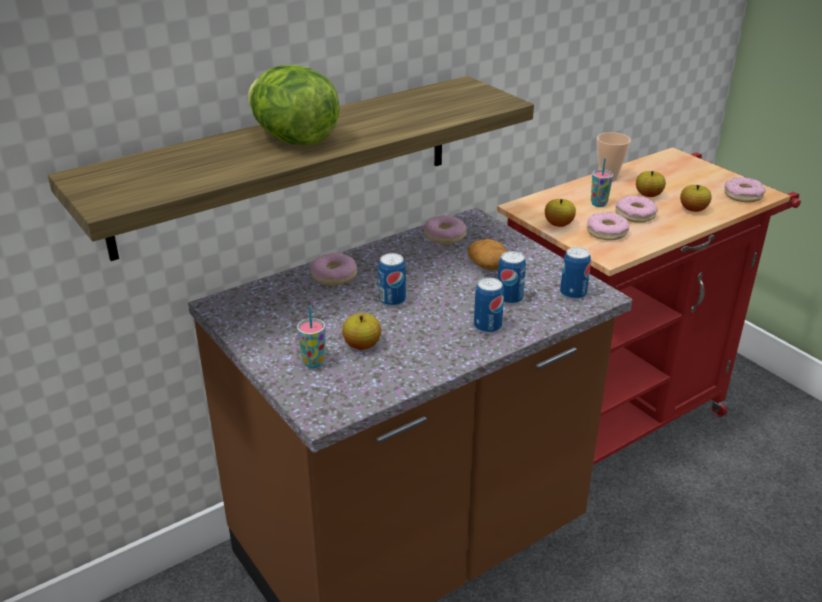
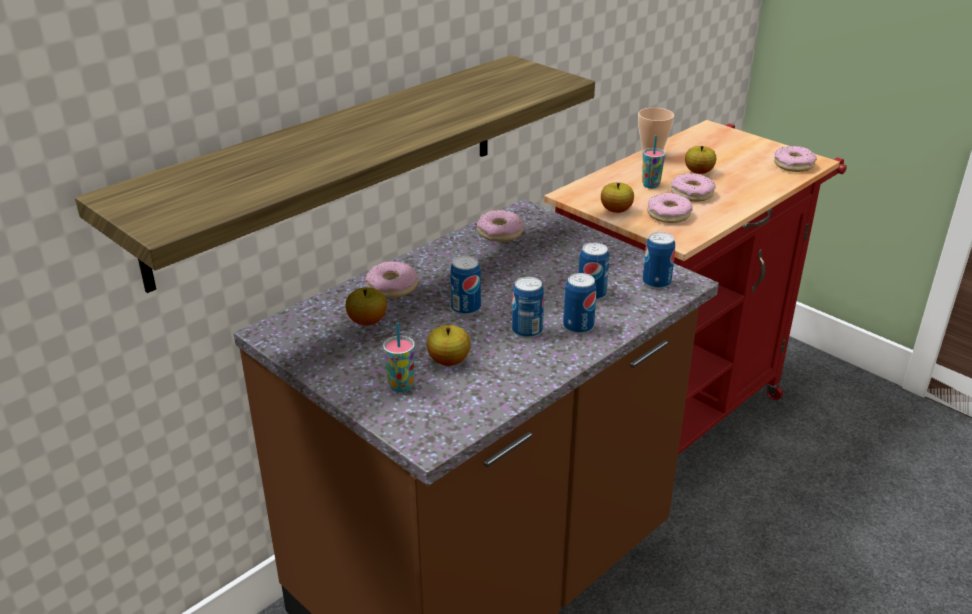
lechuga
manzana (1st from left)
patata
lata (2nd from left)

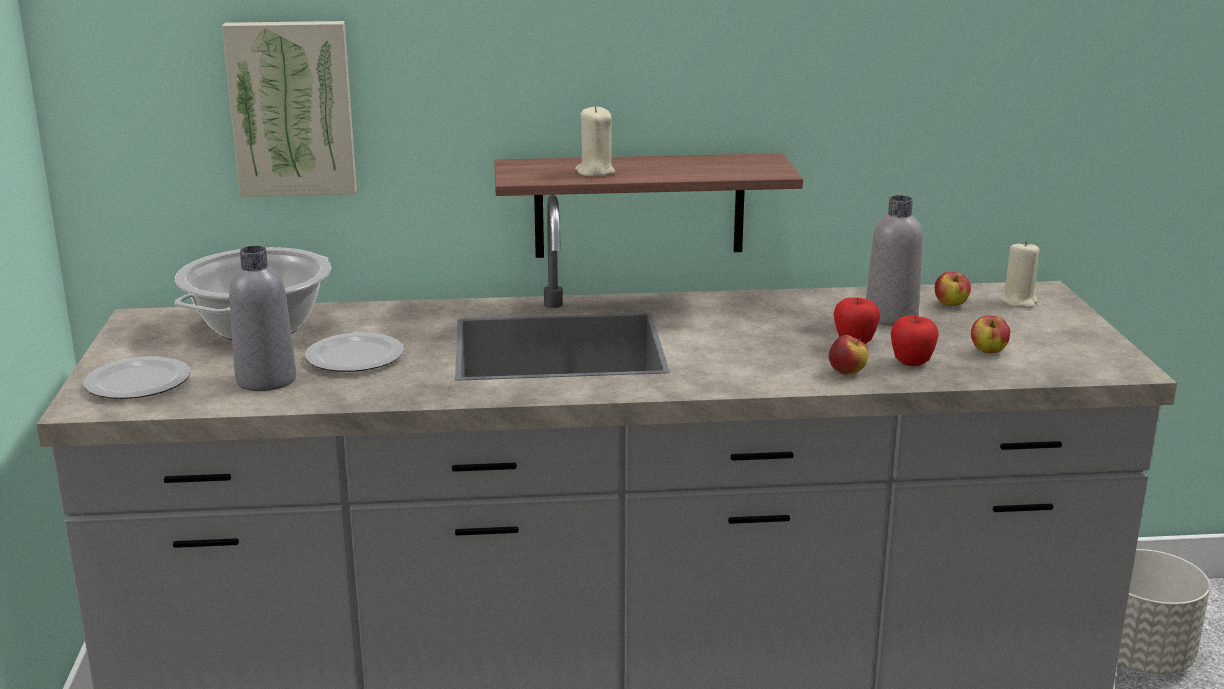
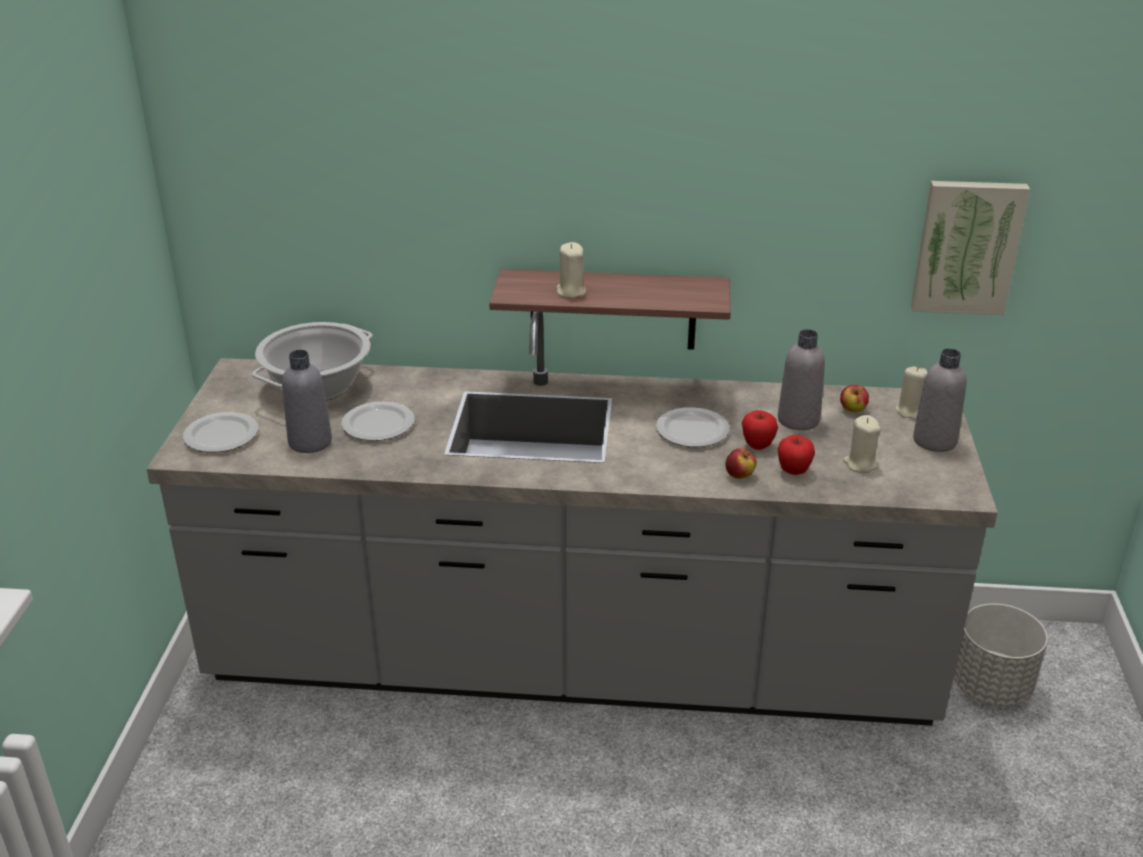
cuadro
vela [beis] (2nd from left)
botella [gris] (3rd from left)
plato (3rd from left)

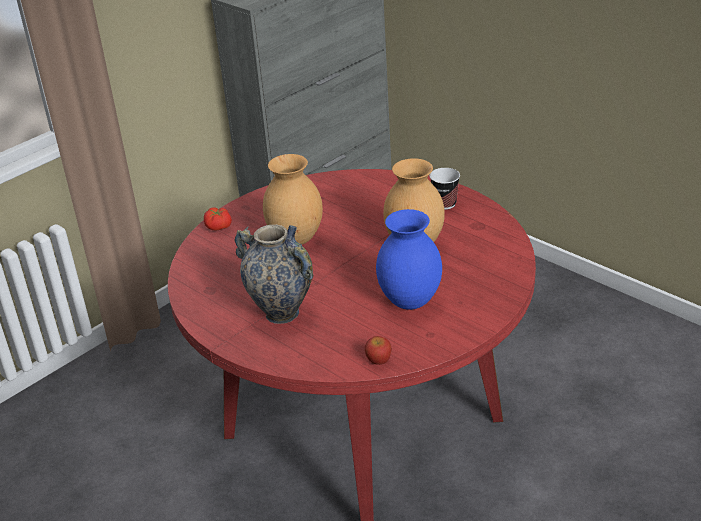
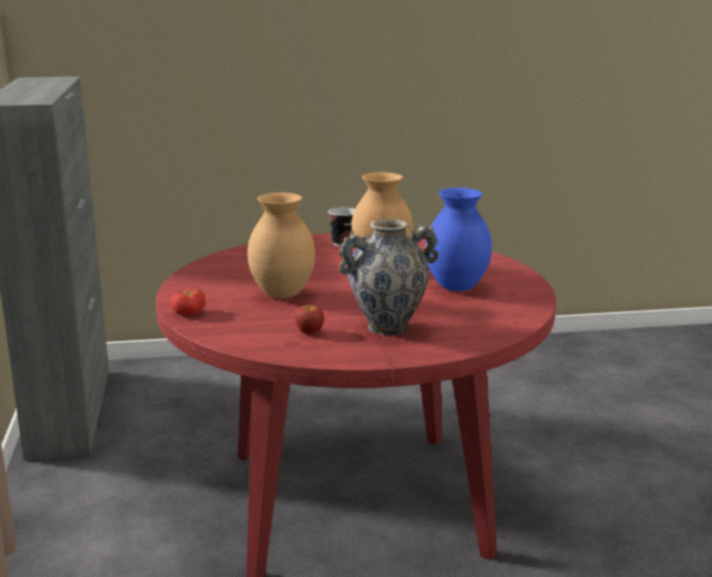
manzana

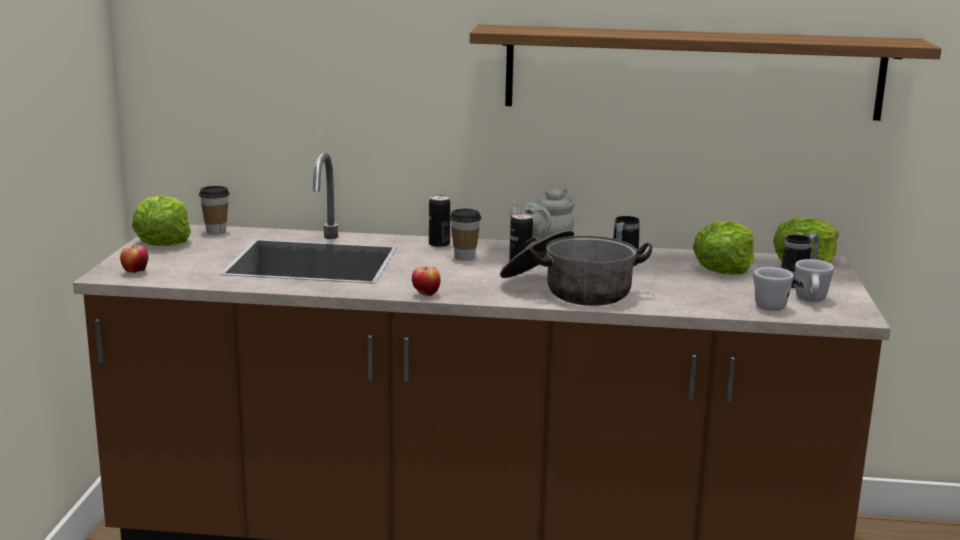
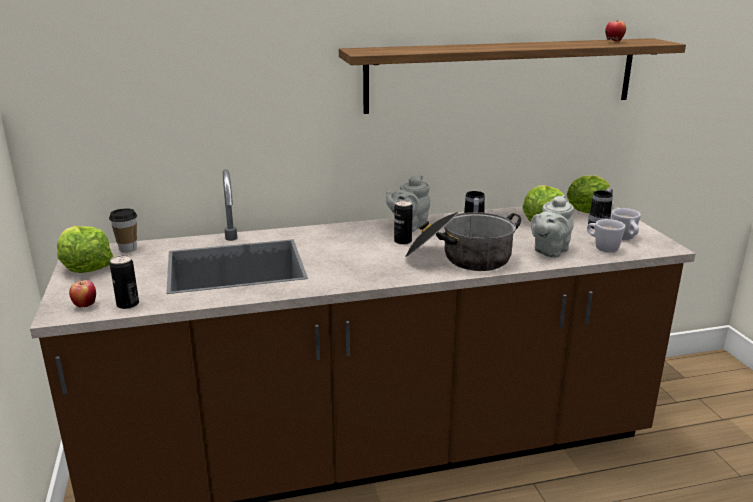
lata (1st from left)
taza (2nd from left in the first image)
manzana (2nd from left)
tetera [gris] (2nd from left)

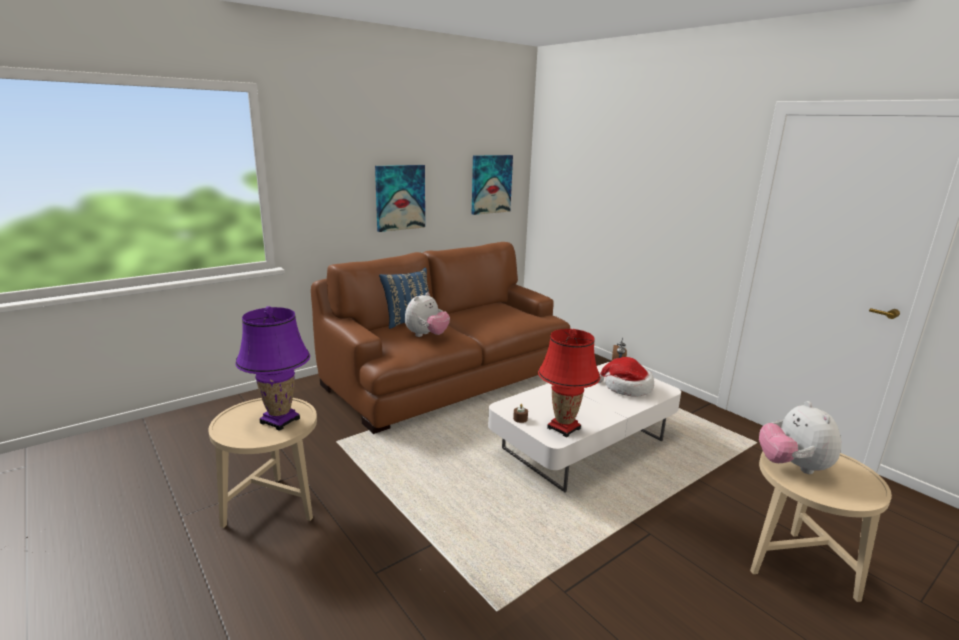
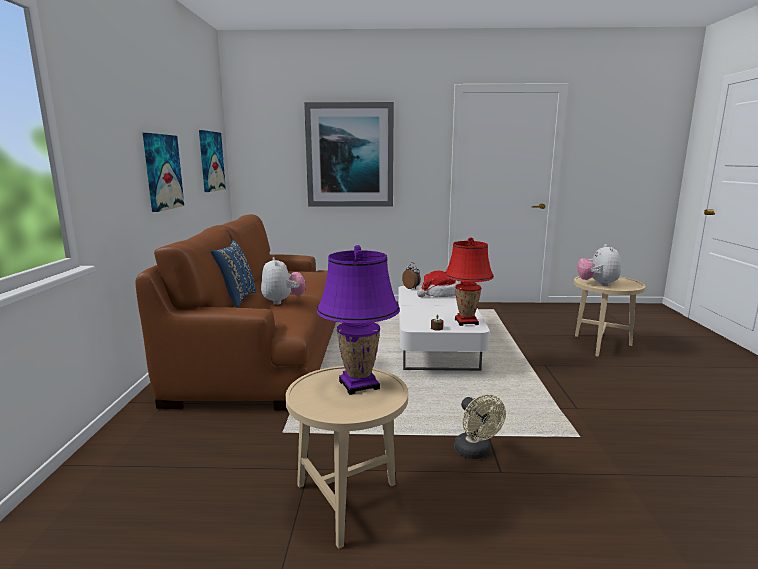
peluche (2nd from left)
cuadro (3rd from left)
ventilador [beis]

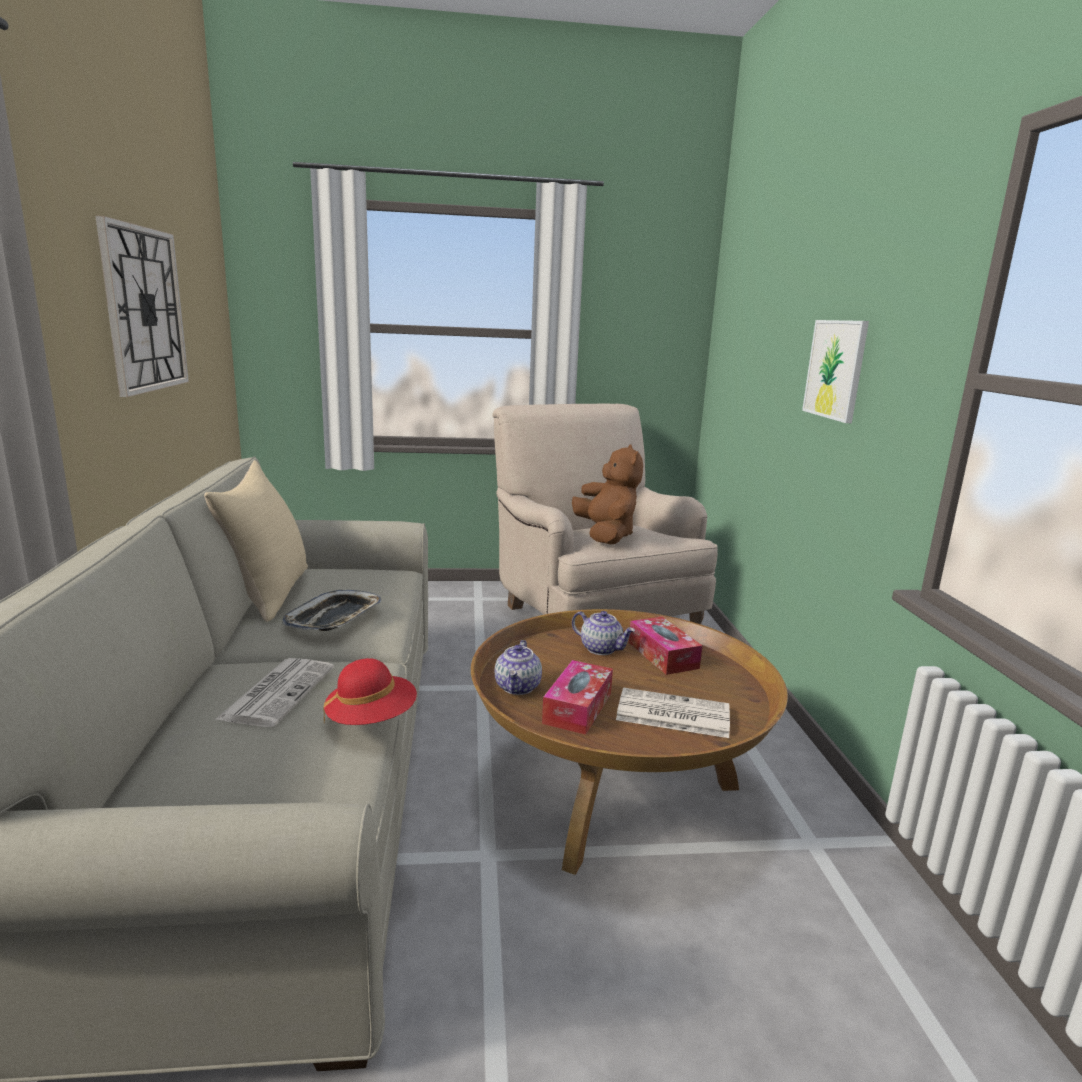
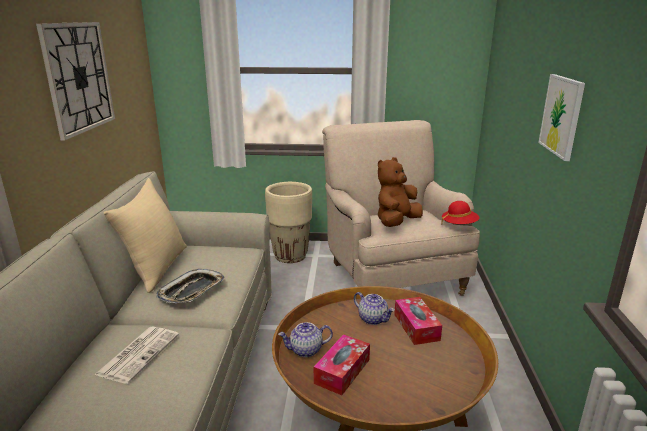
peluche [marrón]
tetera (1st from left)
sombrero [rojo]
periódico (2nd from left in the first image)
maceta [beis]

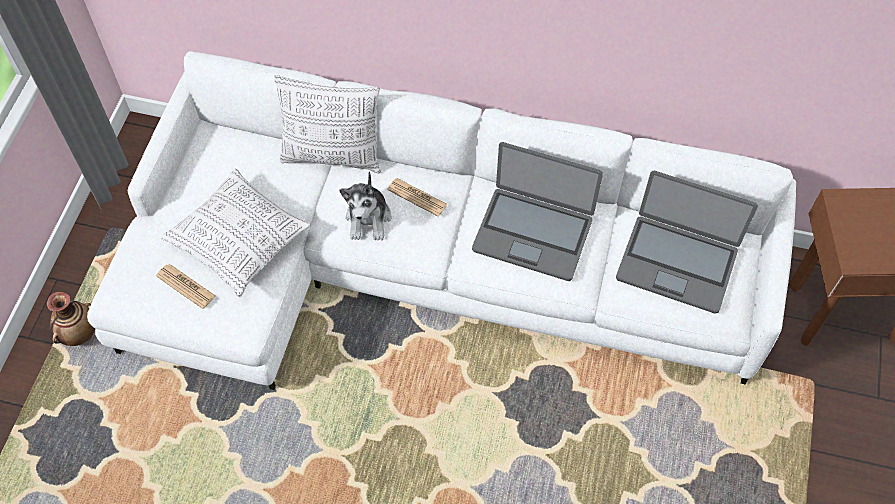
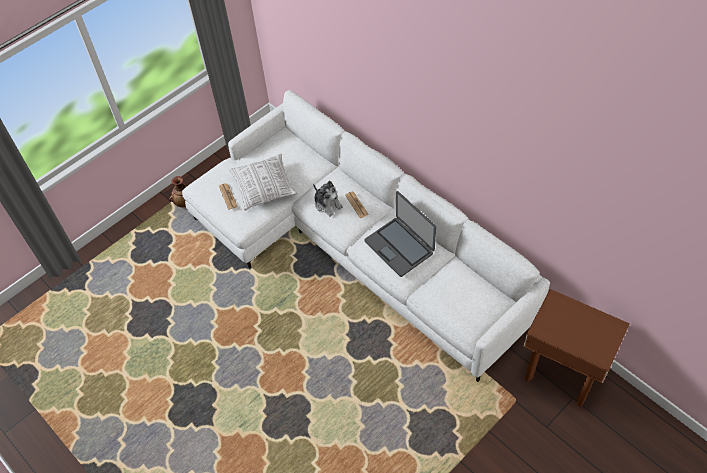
cojín (2nd from left in the first image)
portátil (2nd from left in the first image)
peluche

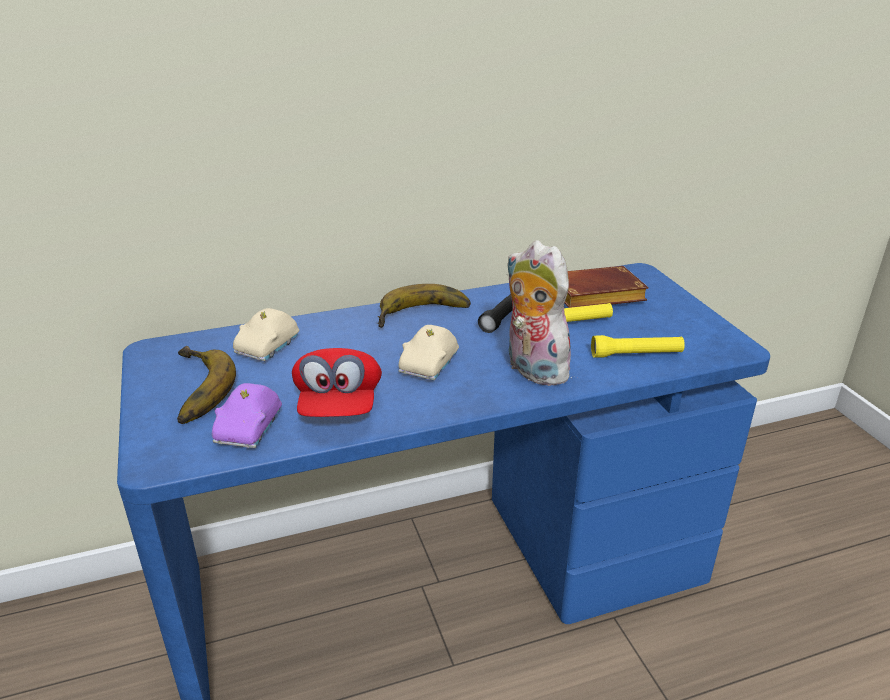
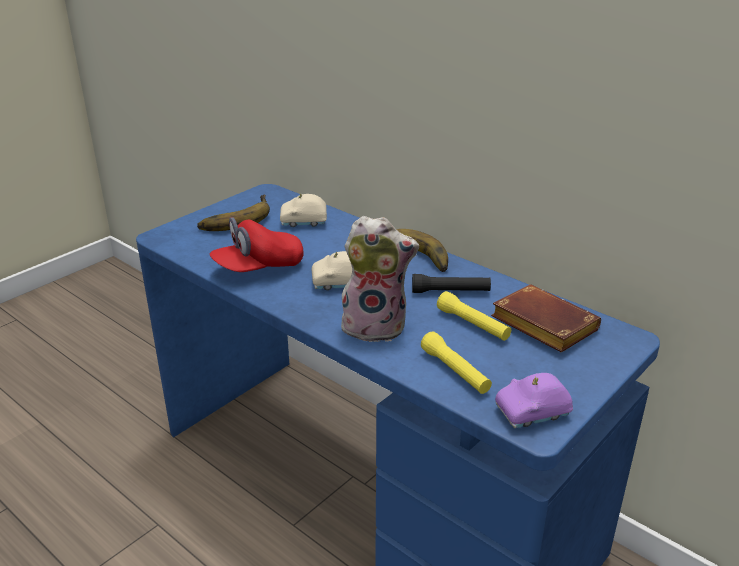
peluche
coche de juguete [morado]

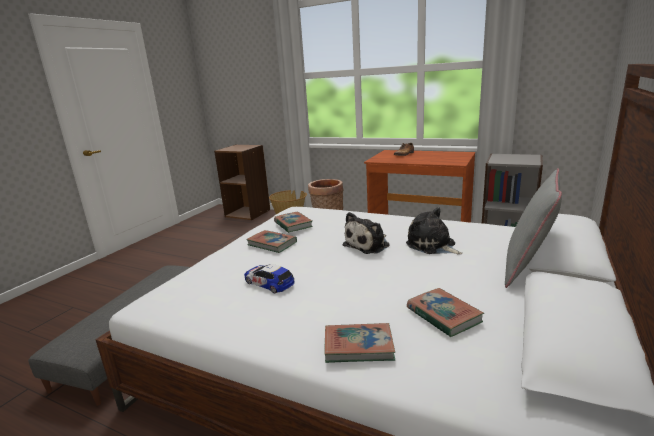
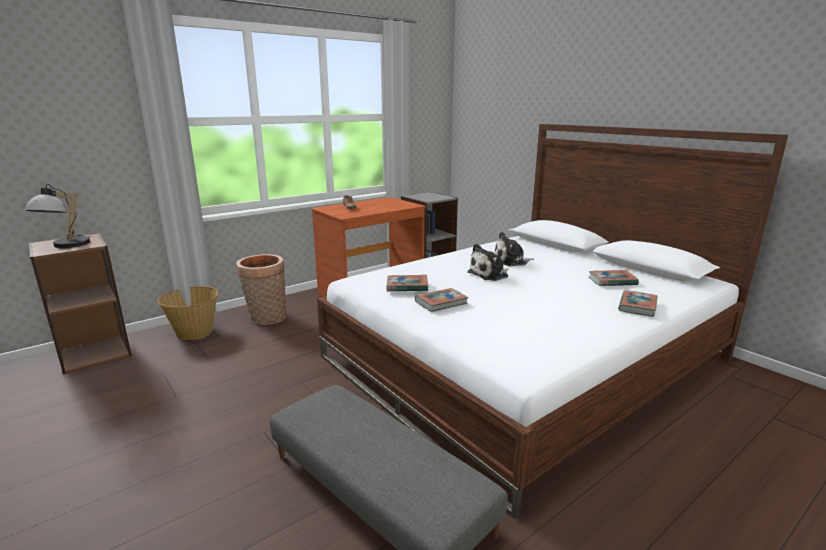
cojín [gris]
peluche (1st from left)
coche de juguete
lámpara de mesa

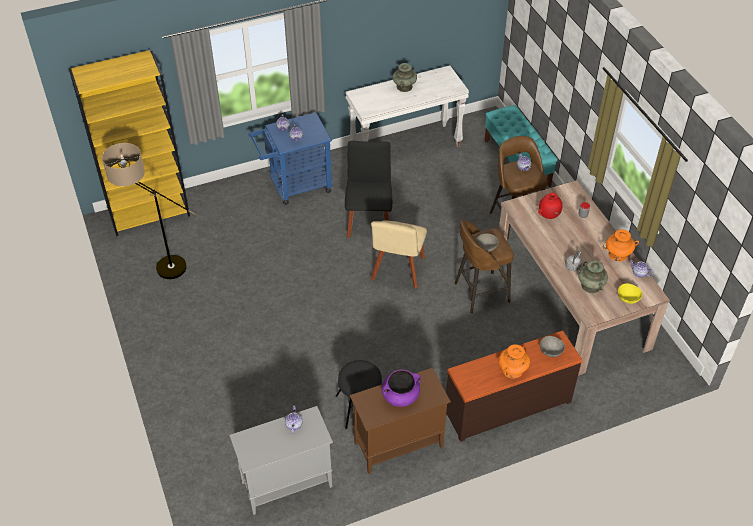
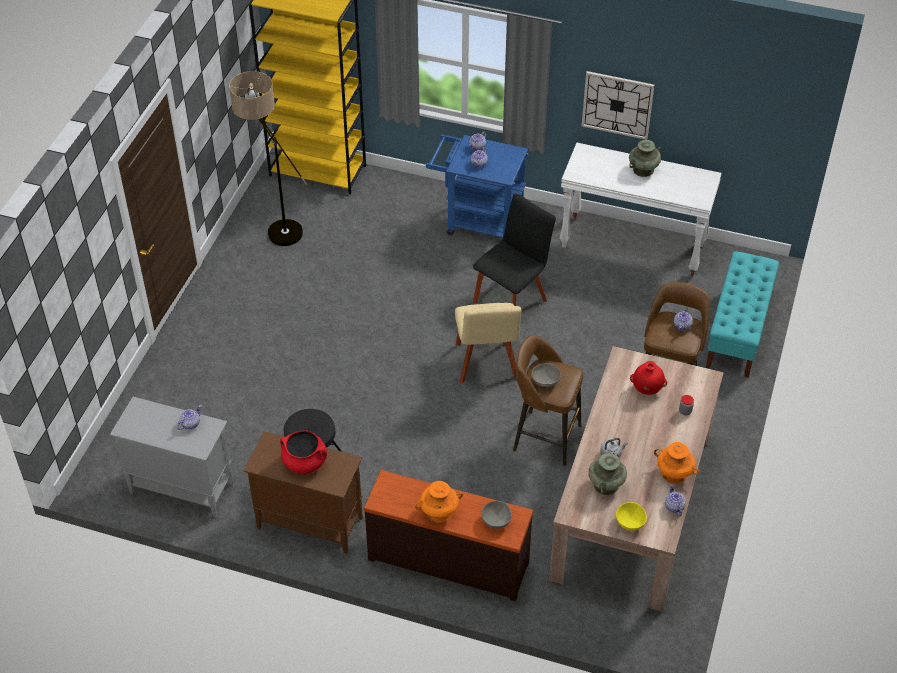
silla [beis]
olla [rojo]
reloj de pared

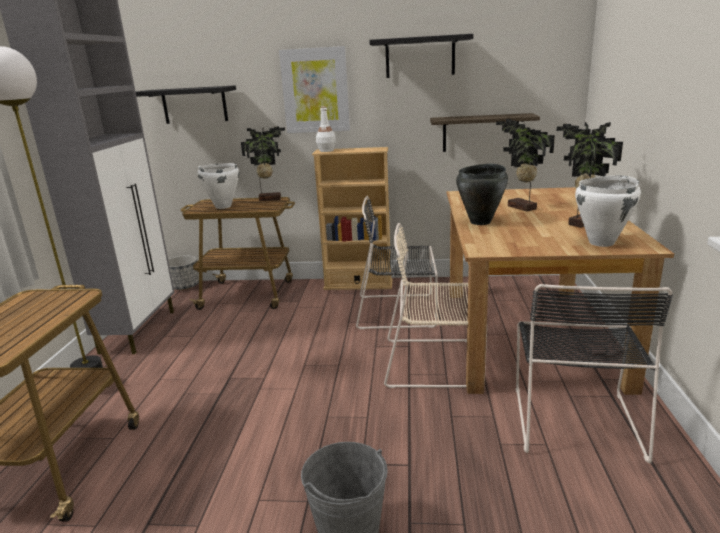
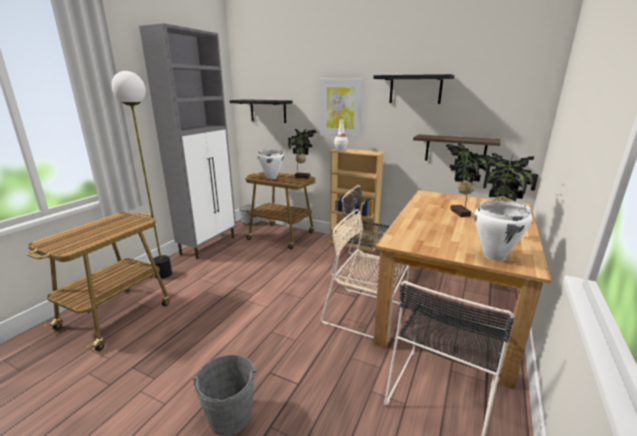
olla [negro]

